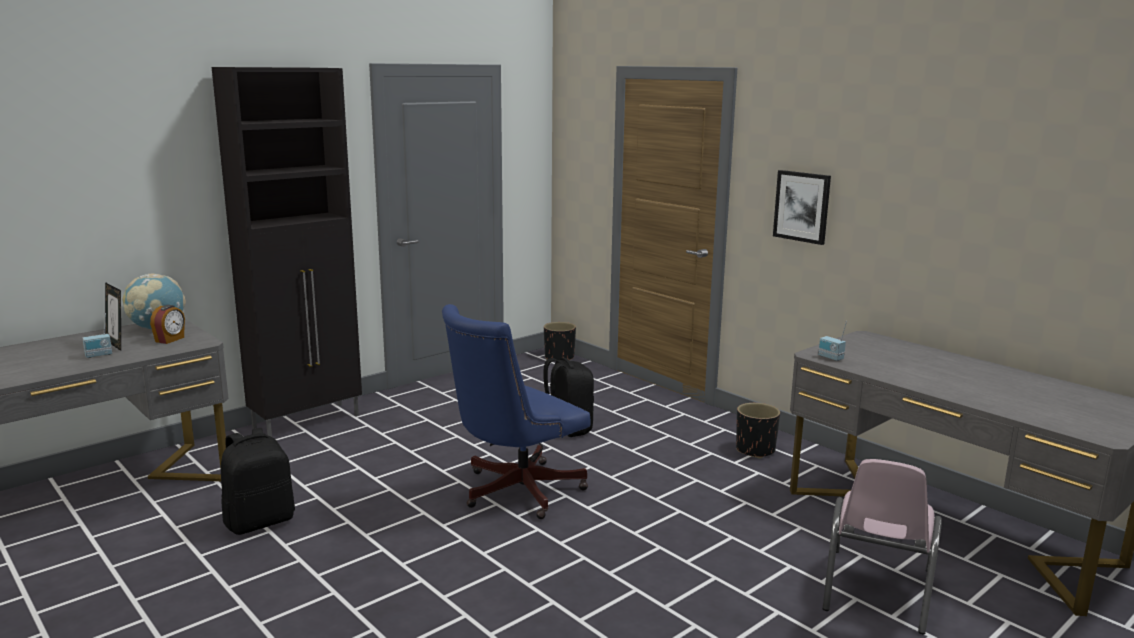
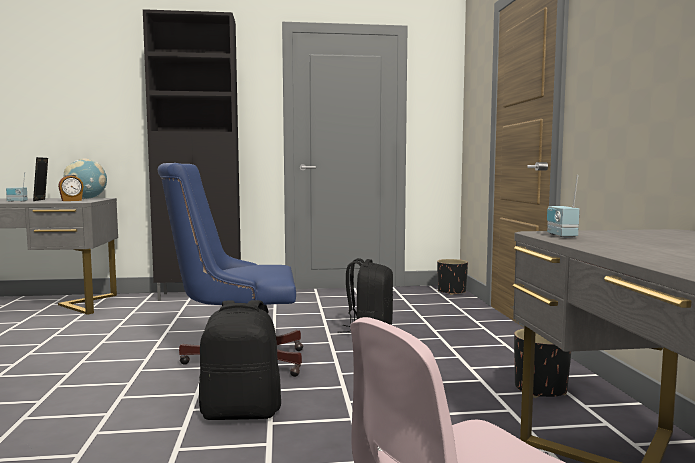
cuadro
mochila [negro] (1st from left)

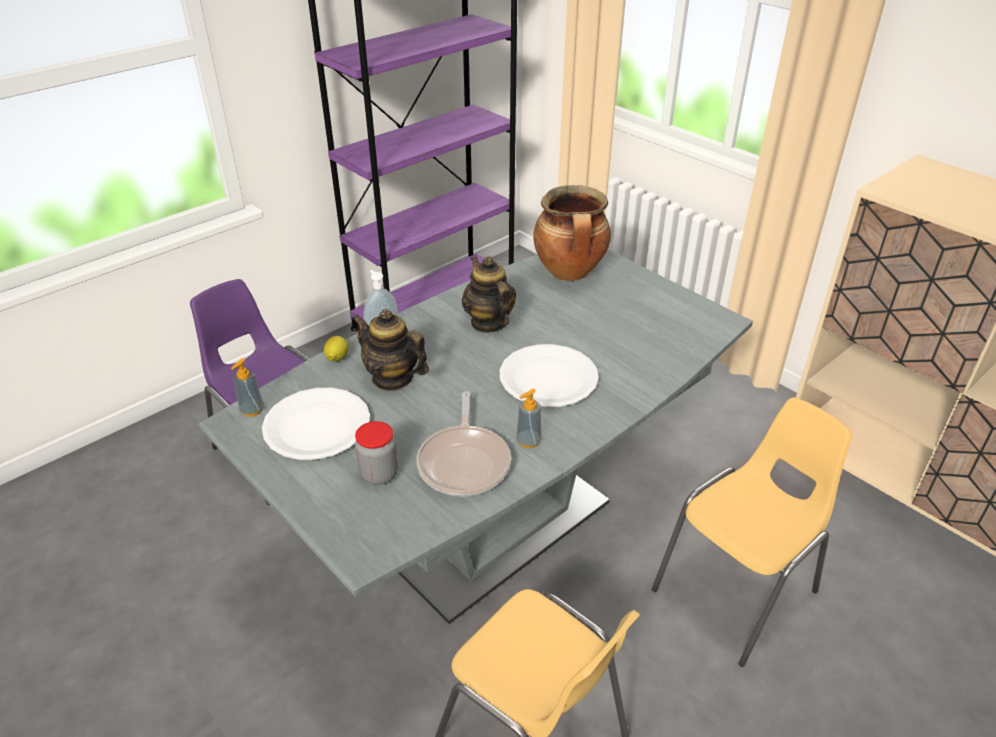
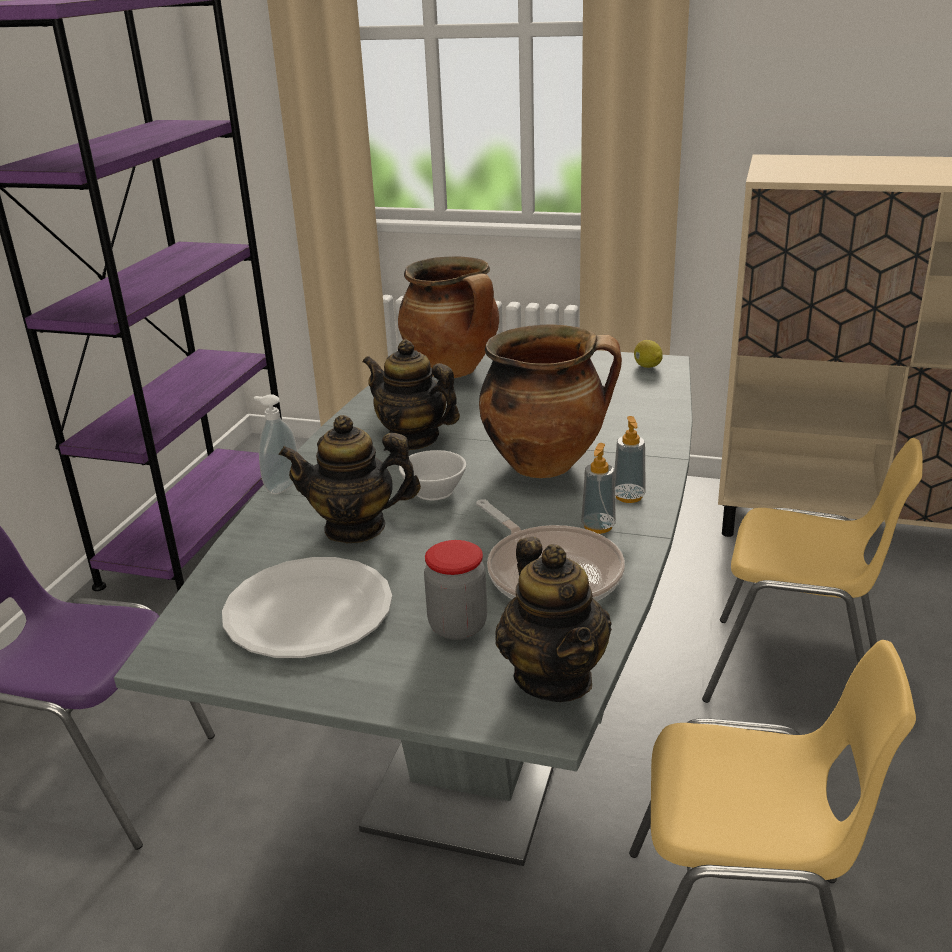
limón
olla (2nd from left)
dispensador de jabón (3rd from left)
silla [amarillo] (2nd from left)
taza [blanco]
tetera (3rd from left)

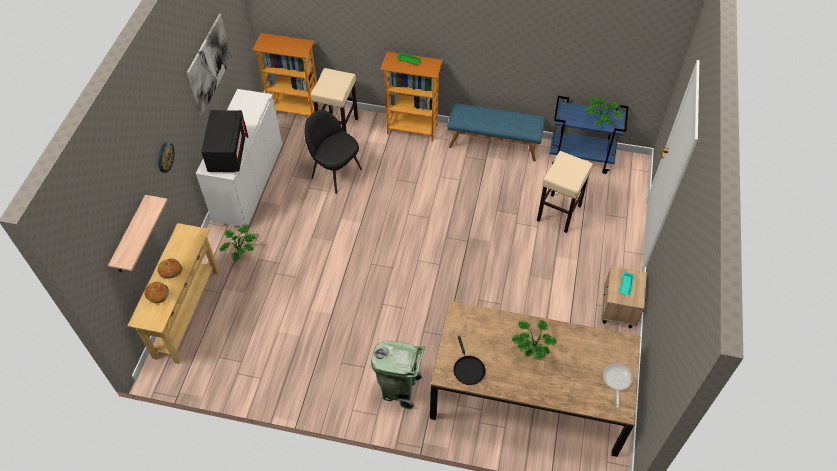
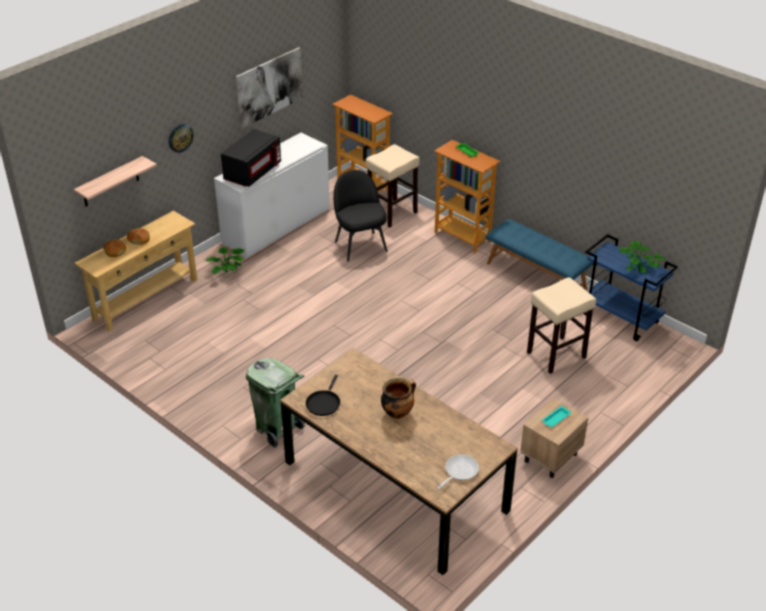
olla

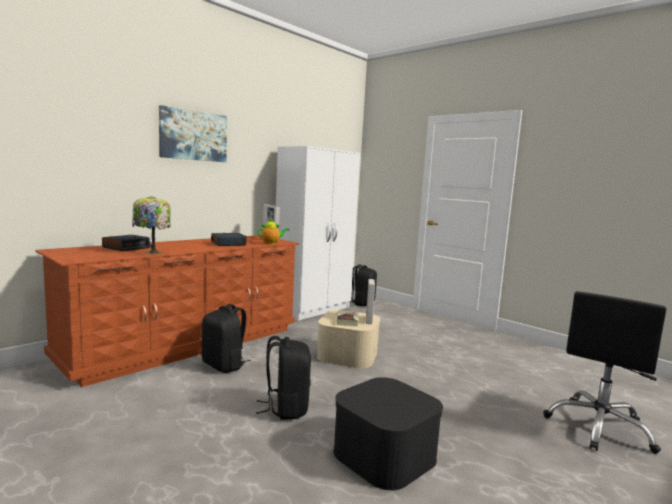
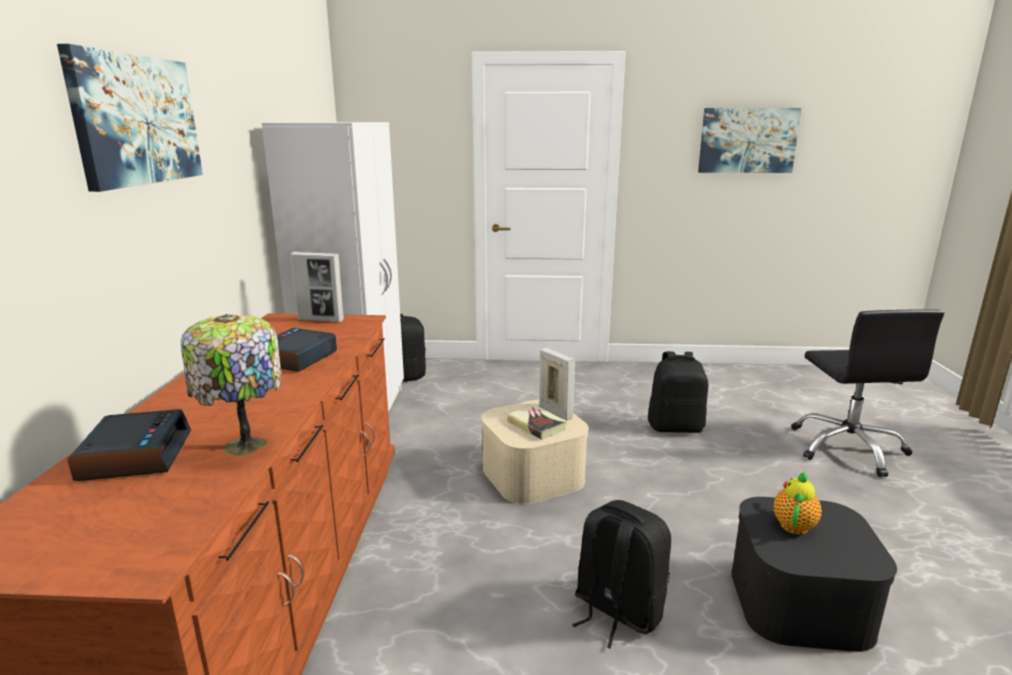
tetera
mochila [negro] (3rd from left)
cuadro (2nd from left)

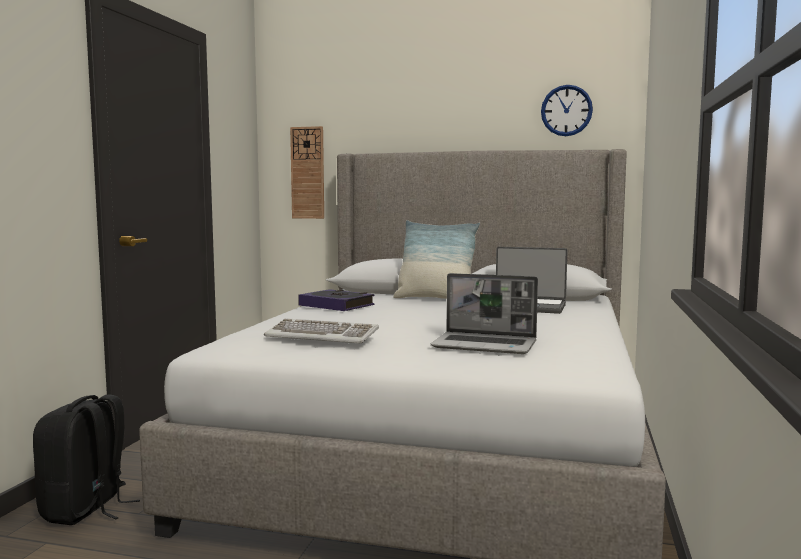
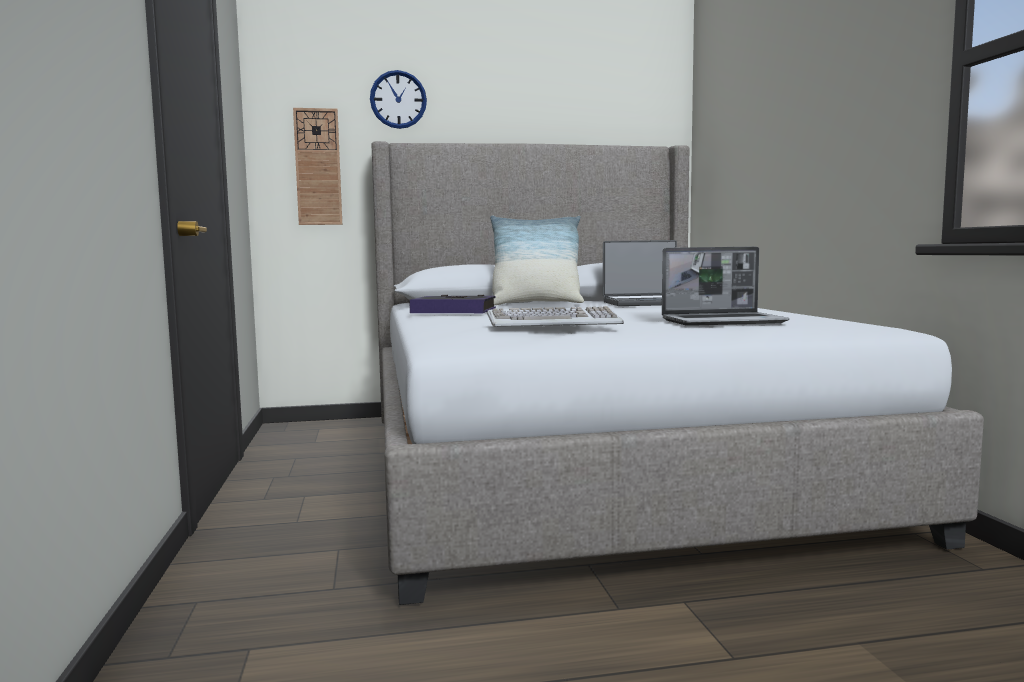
reloj de pared (2nd from left)
mochila [negro]

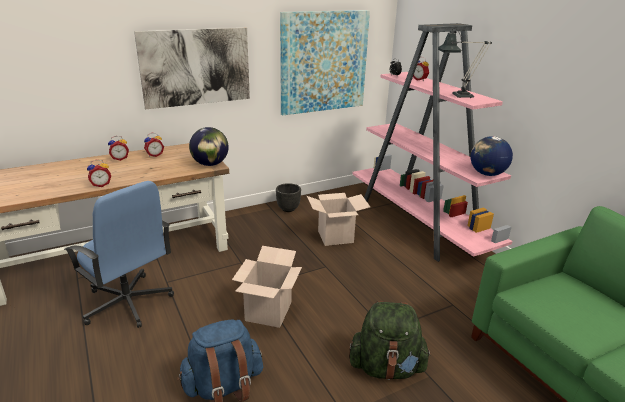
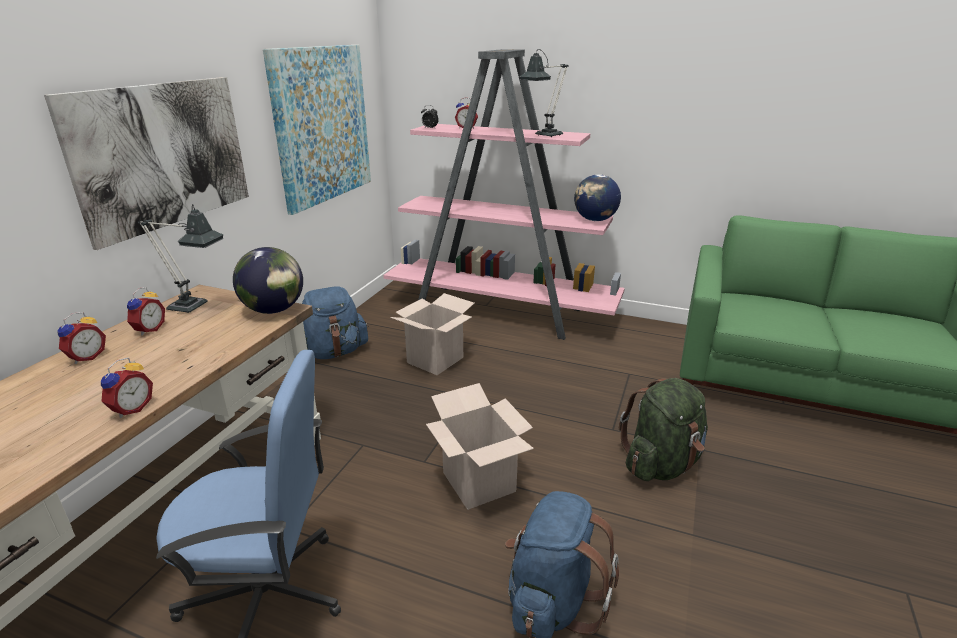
mochila [azul] (1st from left)
lámpara de mesa (1st from left)

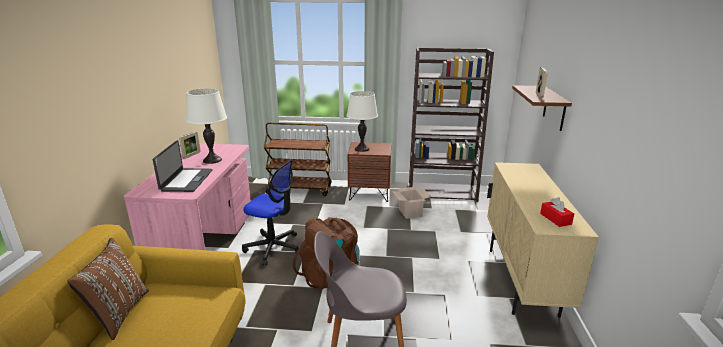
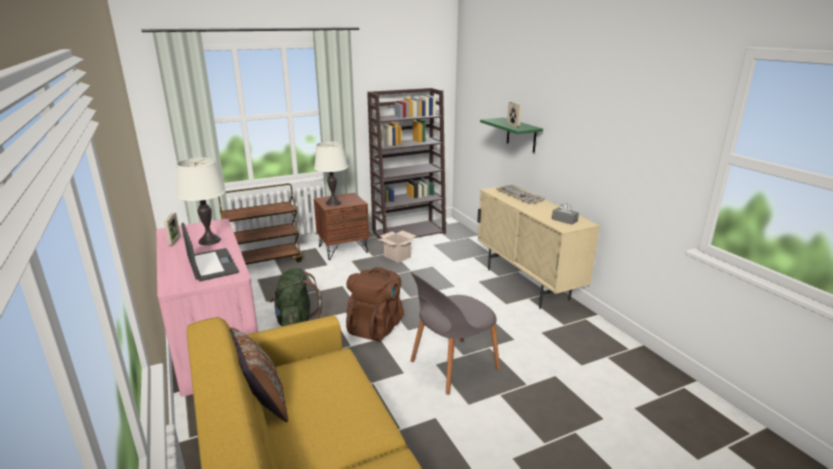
estante [verde]
mochila [verde]
caja de pañuelos [gris]
teclado

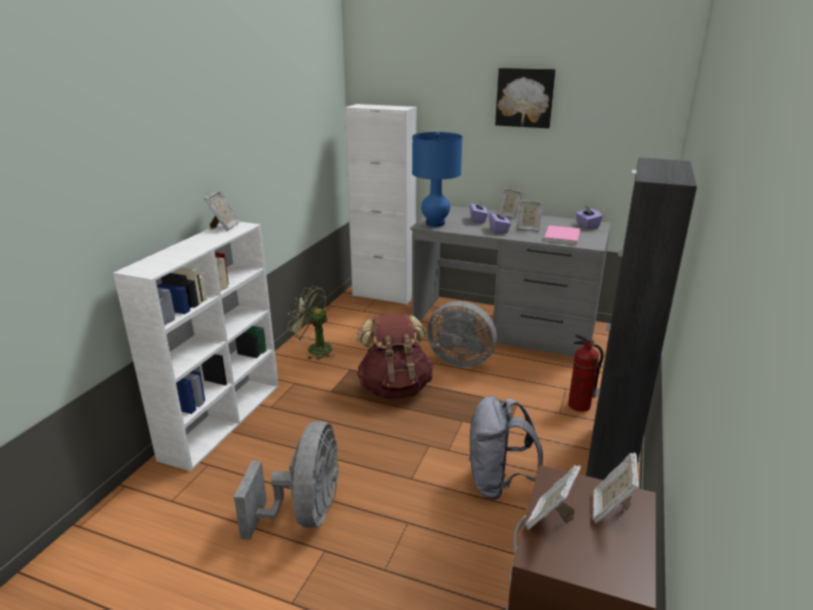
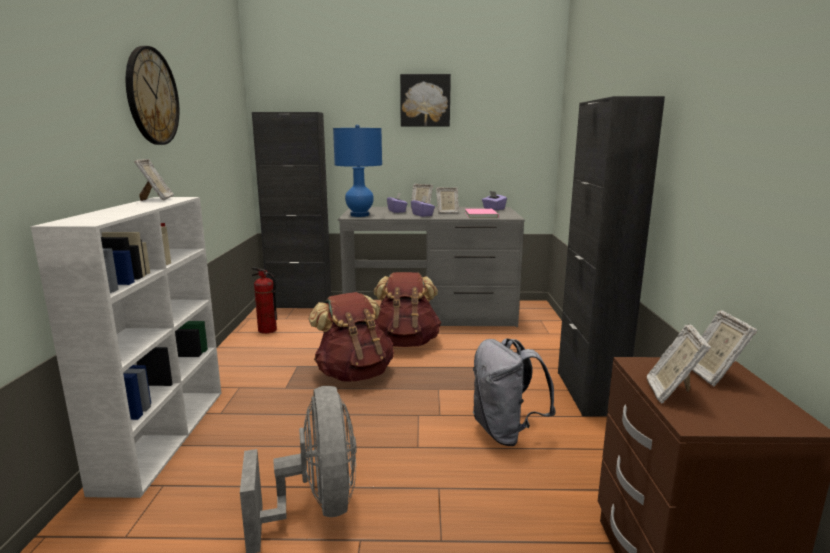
armario [negro] (1st from left)
ventilador [verde]
mochila [marrón] (2nd from left)
extintor
reloj de pared

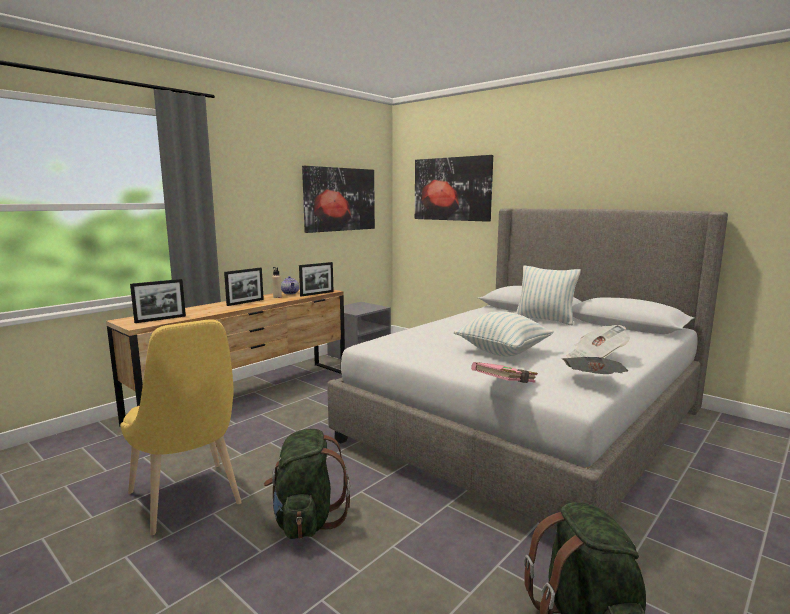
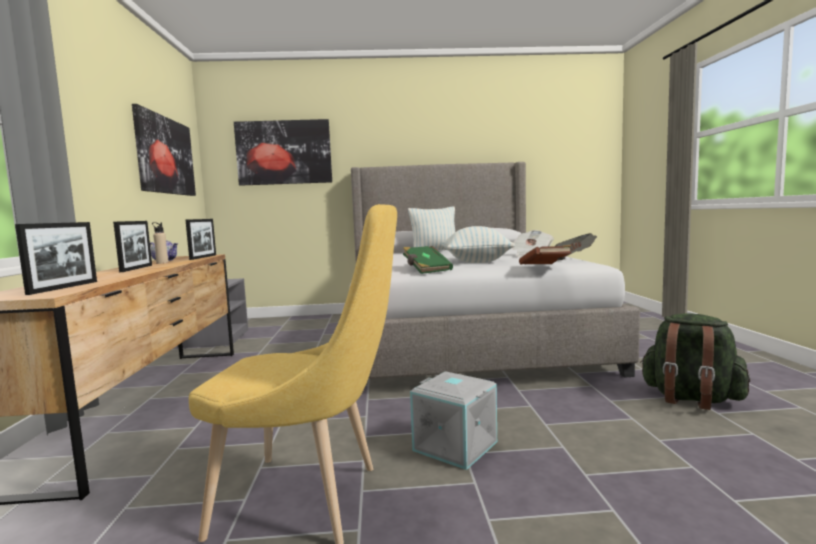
libro [marrón]
caja de almacenaje [gris]
libro [verde]

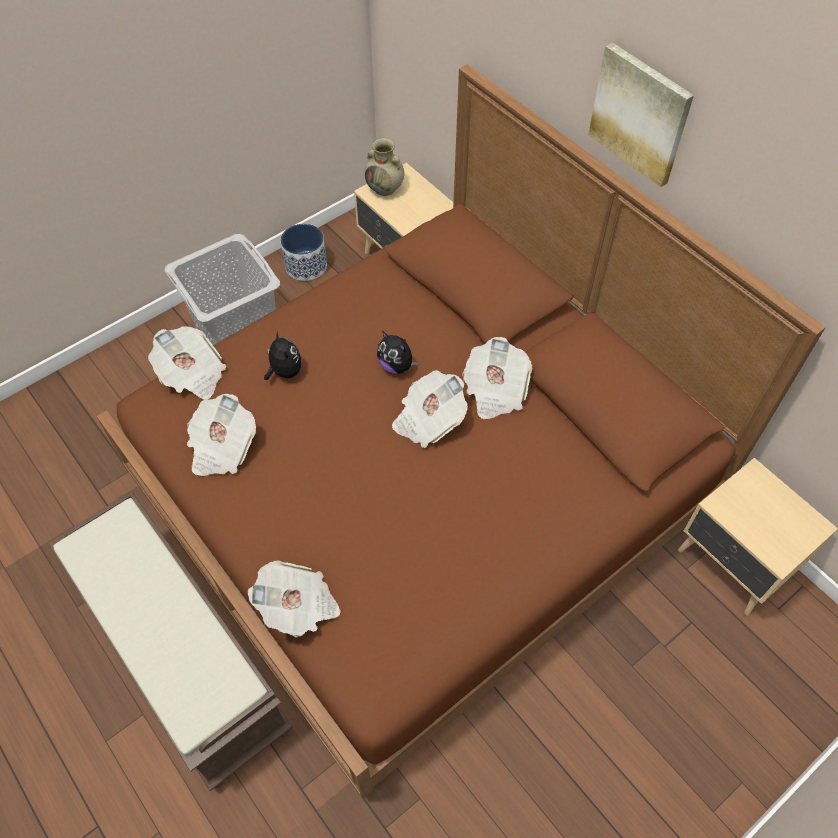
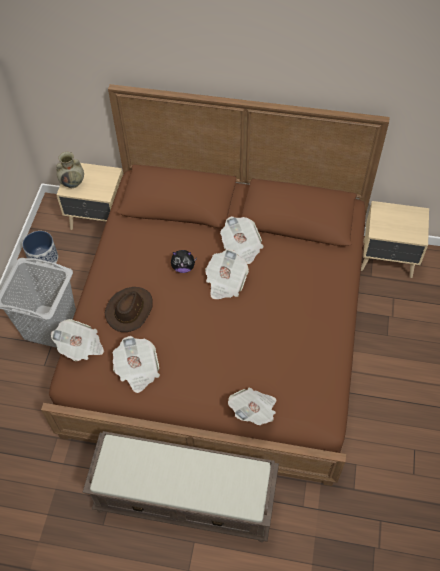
cuadro
sombrero [marrón]

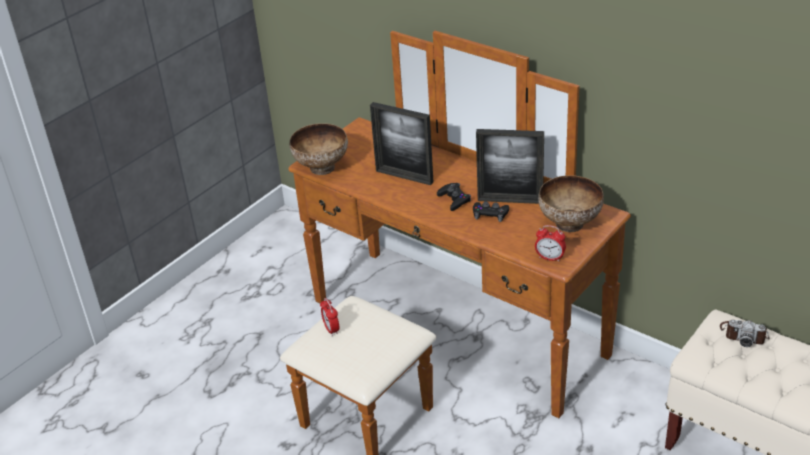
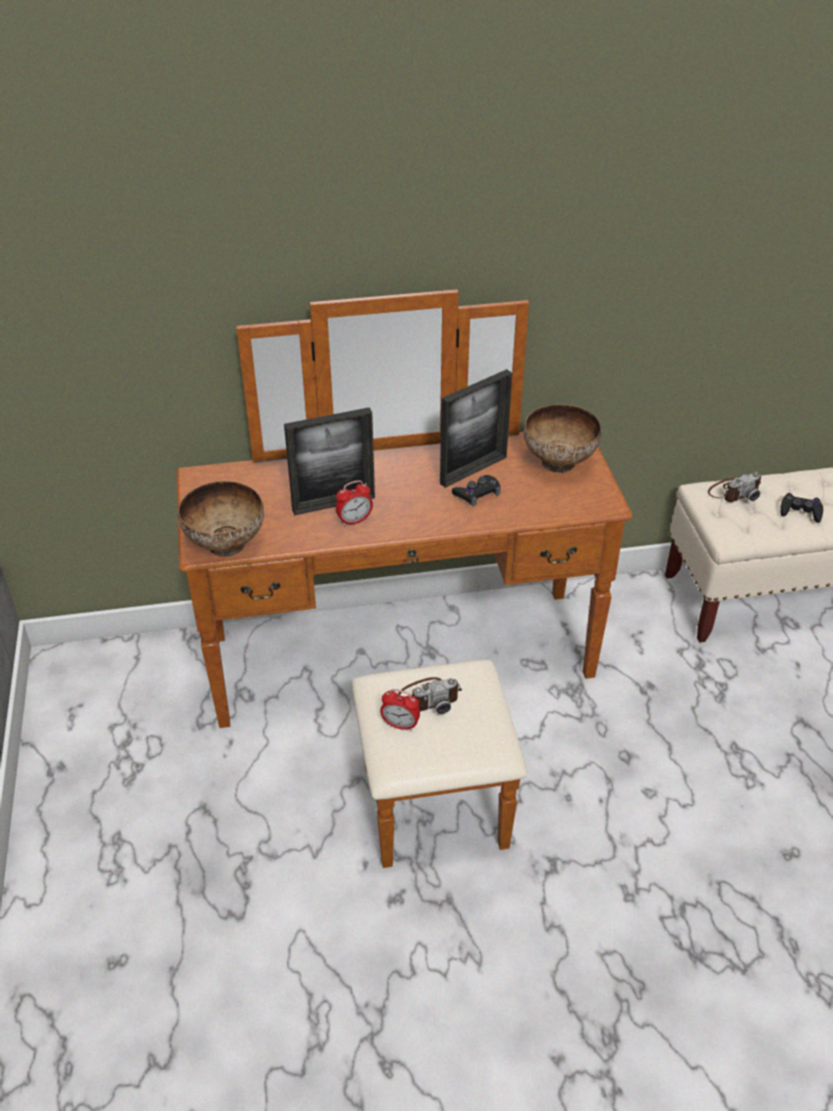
mando de consola [negro] (2nd from left)
despertador (1st from left)
cámara (1st from left)

